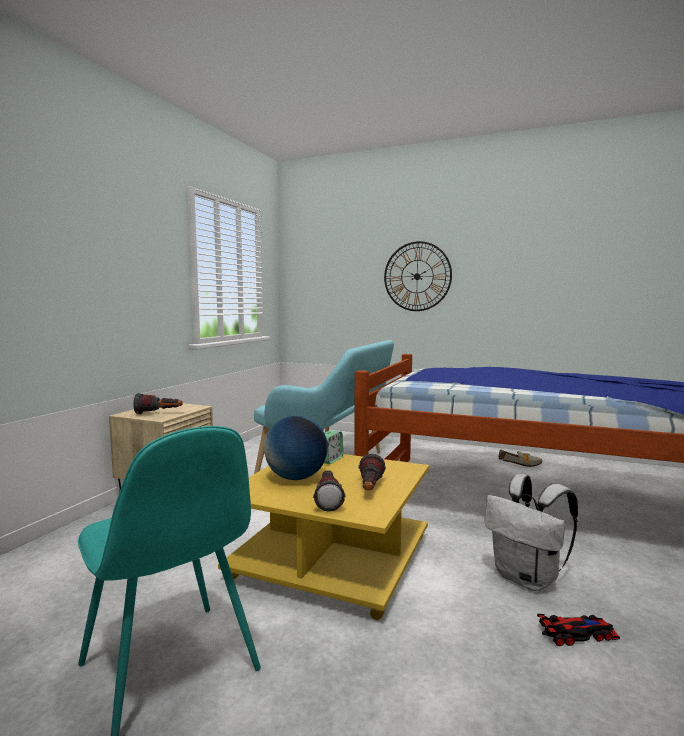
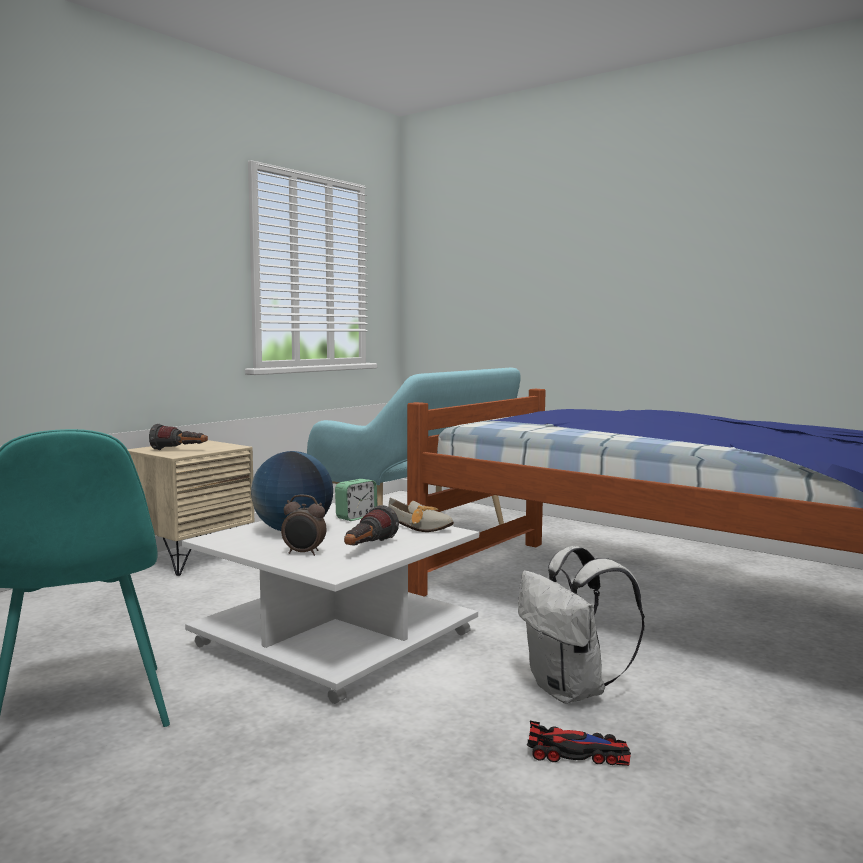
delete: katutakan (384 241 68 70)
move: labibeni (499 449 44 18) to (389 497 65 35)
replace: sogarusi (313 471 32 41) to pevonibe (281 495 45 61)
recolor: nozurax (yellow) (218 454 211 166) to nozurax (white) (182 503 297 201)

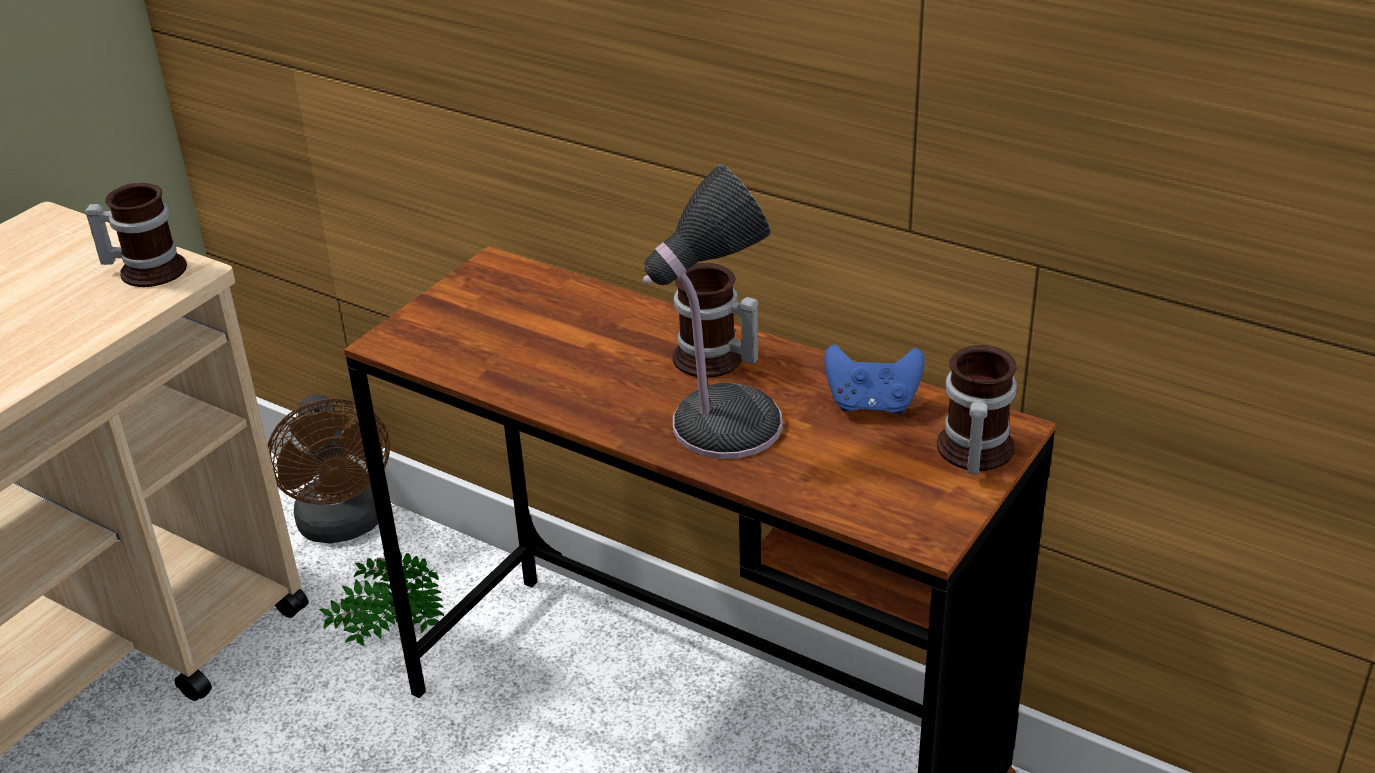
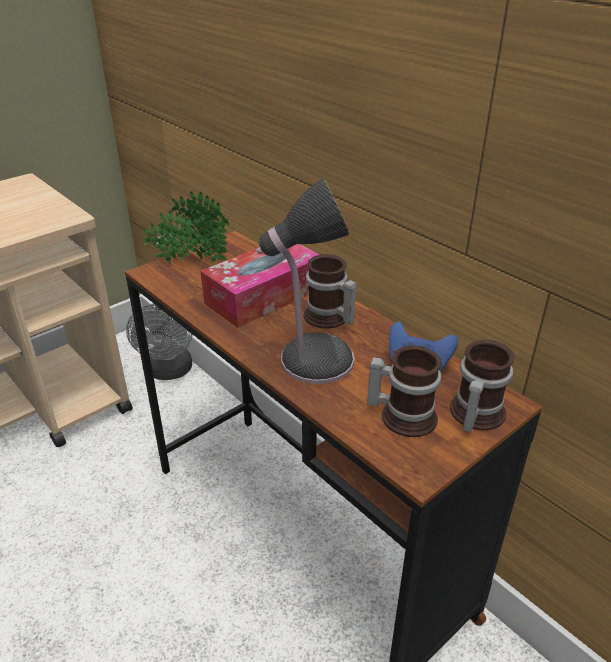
insert: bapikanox (200 244 120 84)
move: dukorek (85 183 102 104) to (367 345 75 92); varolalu (319 552 125 94) to (142 192 87 72)
recolor: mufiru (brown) (268 394 122 150) to mufiru (grey) (126 304 66 76)

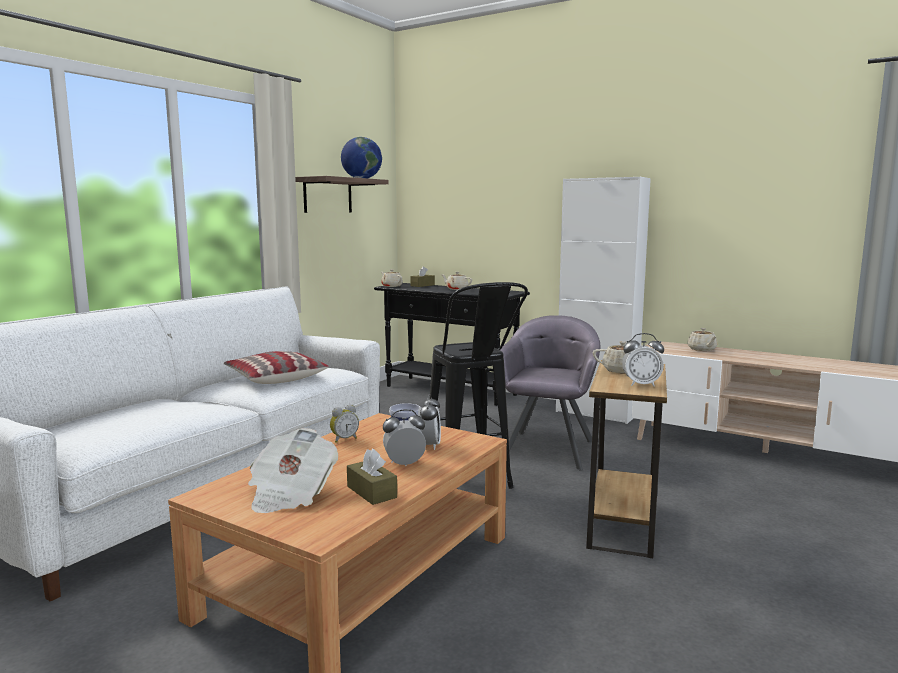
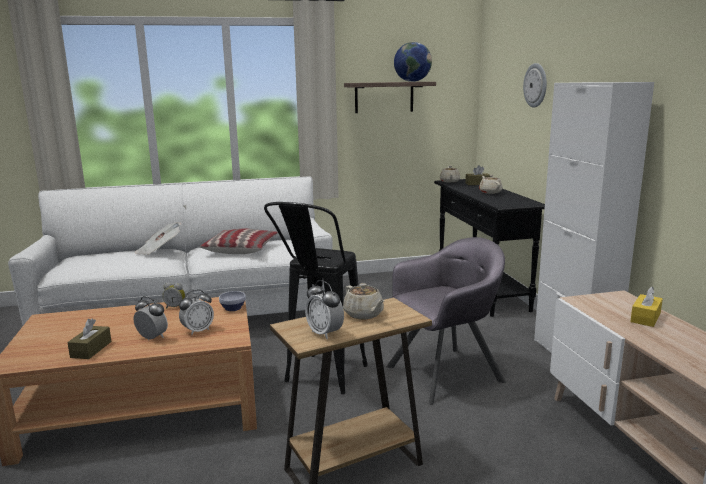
insert: katutakan (523 63 24 45)
move: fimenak (248 428 90 85) to (135 222 46 33)
replace: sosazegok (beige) (687 328 30 23) to bapikanox (yellow) (630 287 33 40)

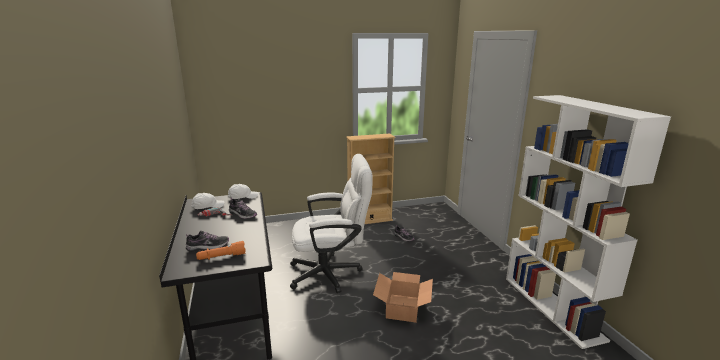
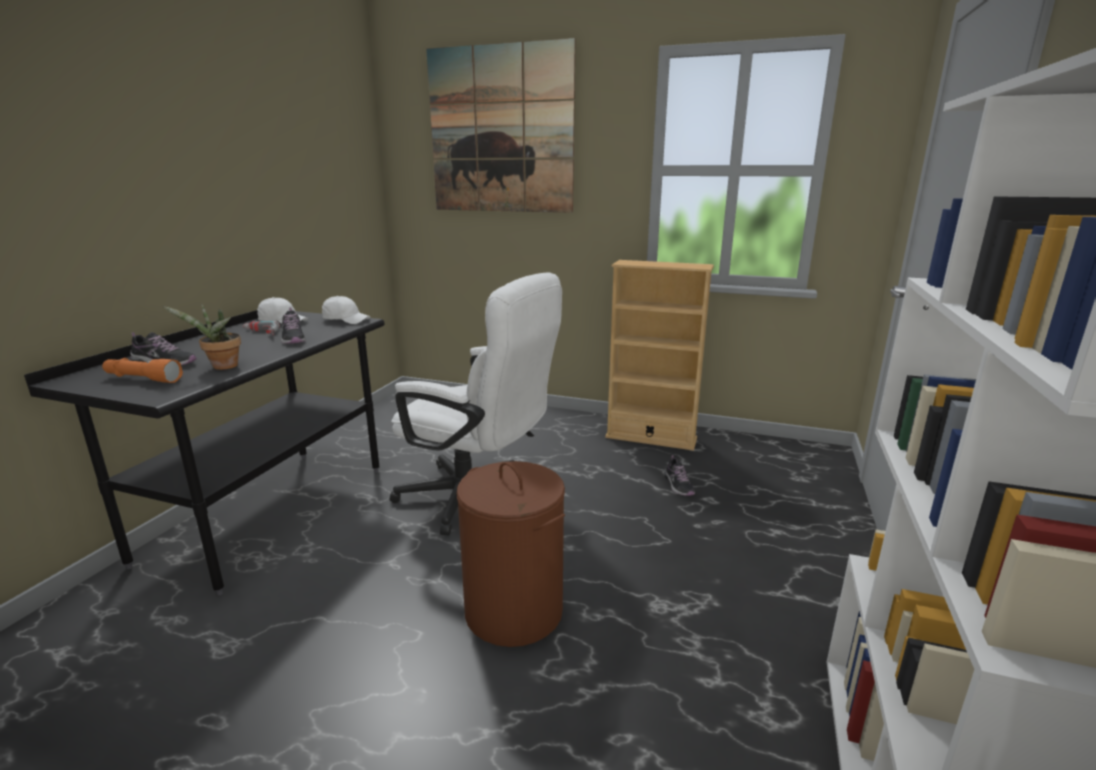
insert: varolalu (162 304 79 66); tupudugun (426 38 150 175)
replace: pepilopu (373 272 60 51) to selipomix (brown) (457 461 108 186)

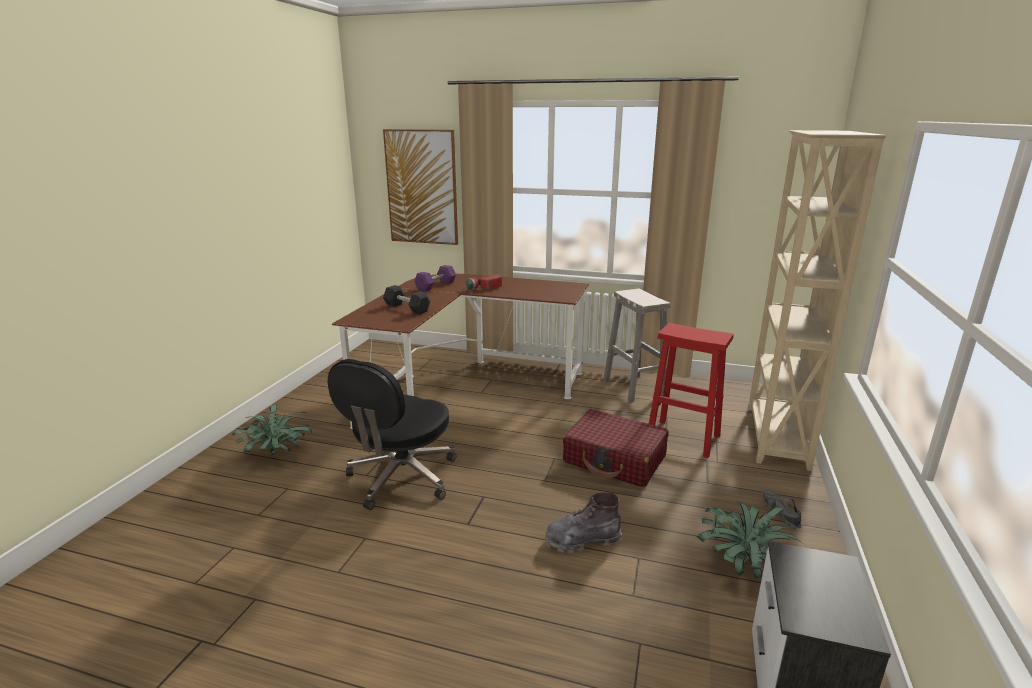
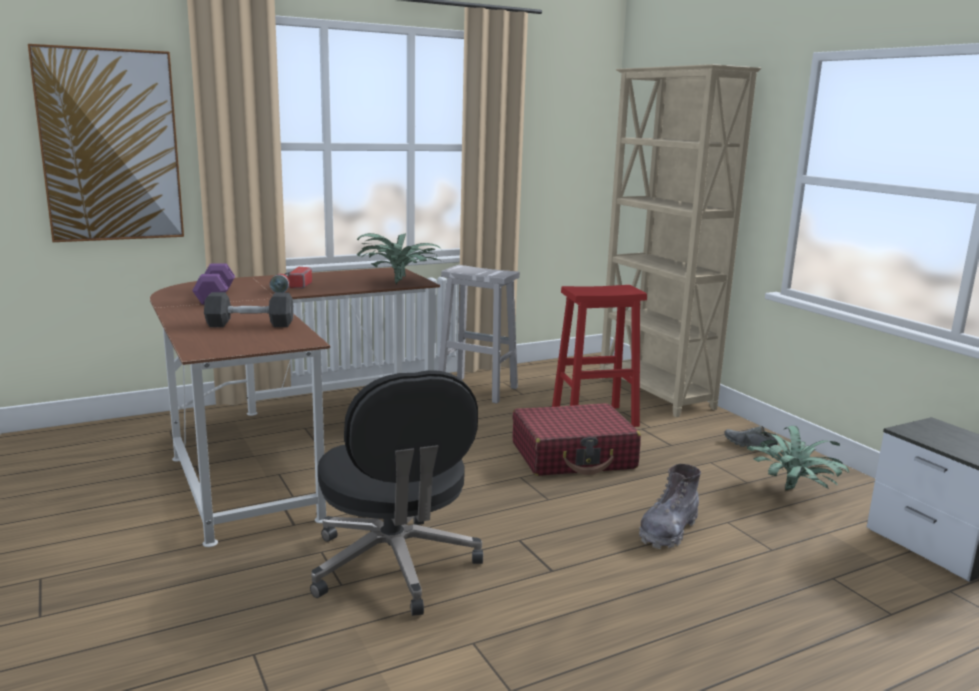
move: varolalu (232 404 80 51) to (357 233 84 51)

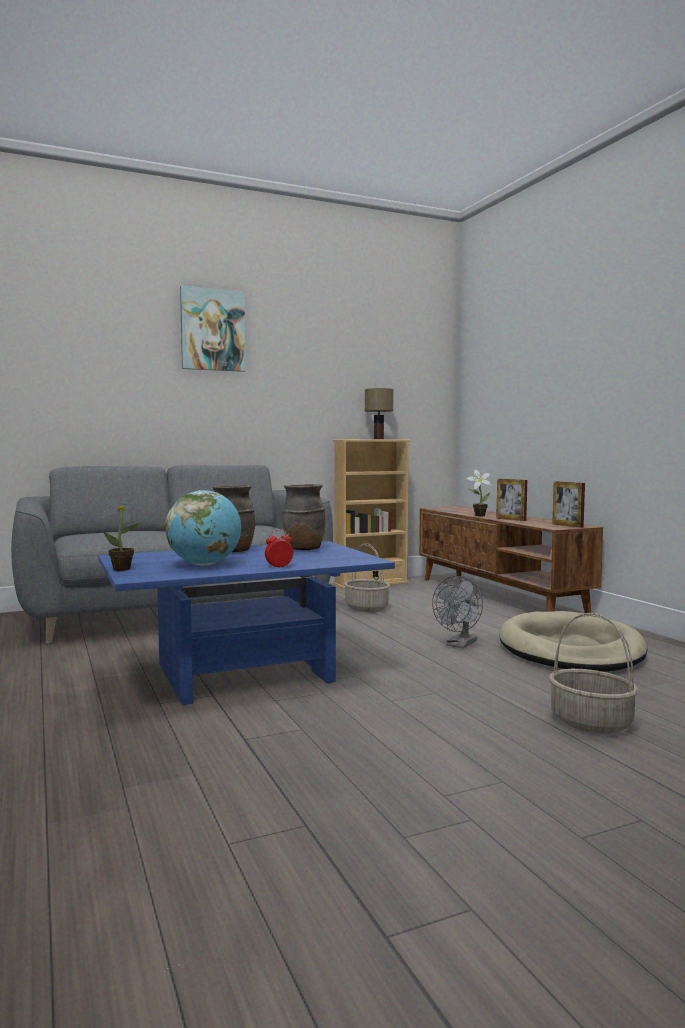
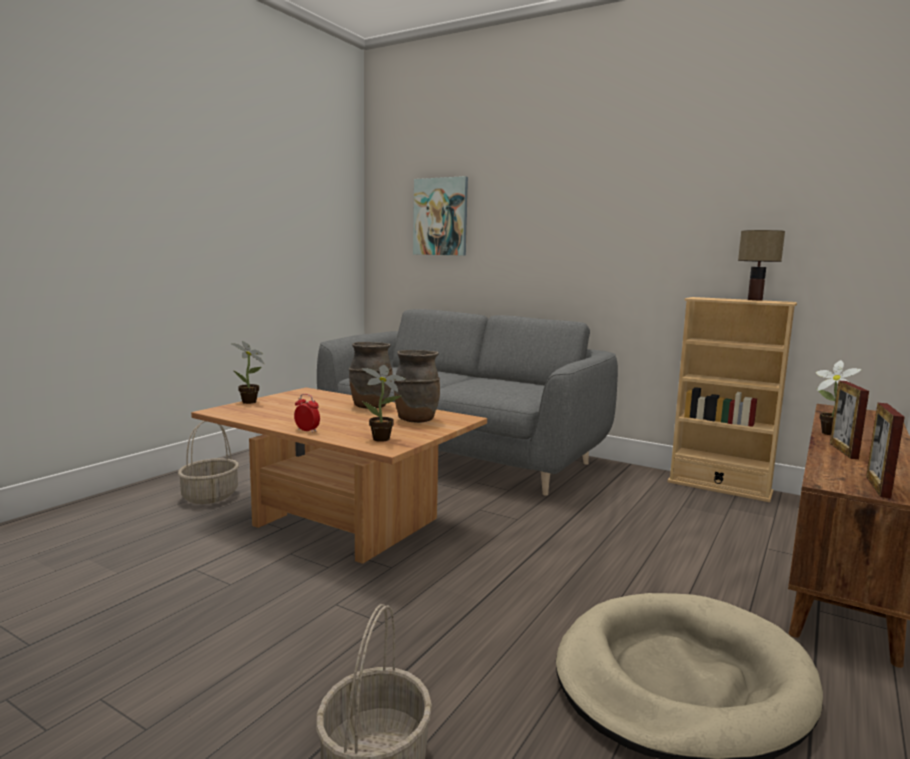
delete: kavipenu (165 490 76 75); mufiru (grey) (432 576 51 72)
insert: varolalu (362 365 43 77)
move: tupudugun (180 286 66 86) to (413 176 55 80); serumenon (344 543 46 69) to (178 421 61 83)
recolor: nozurax (blue) (98 541 297 164) to nozurax (brown) (191 387 296 177)

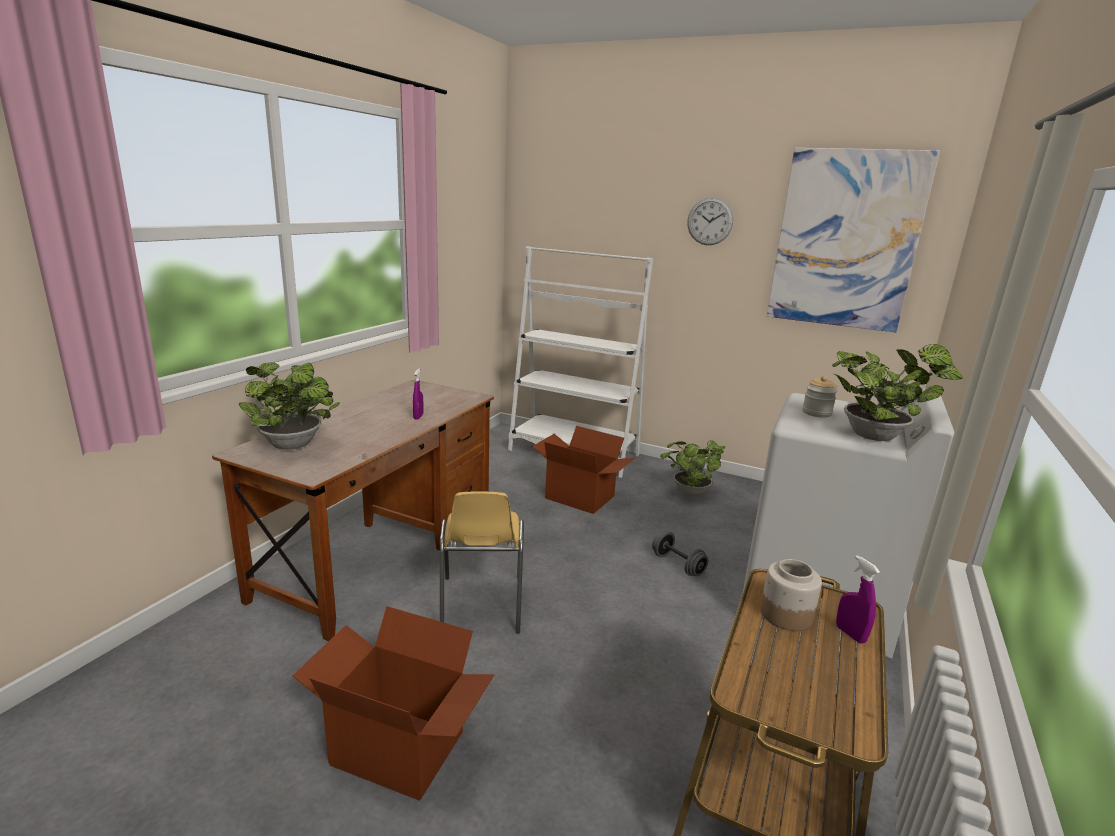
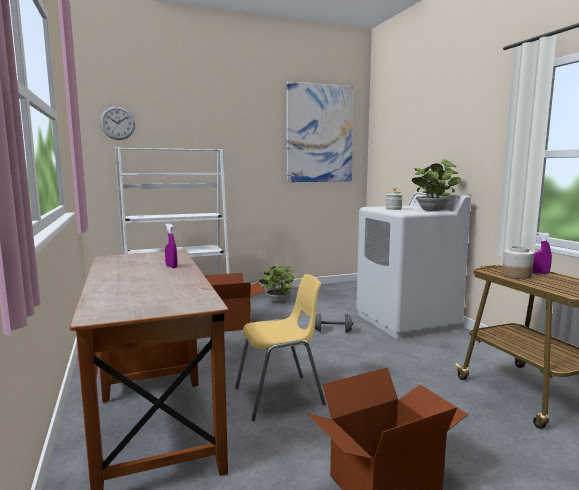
delete: varolalu (239 362 101 88)
move: katutakan (687 197 46 48) to (100 106 35 34)
rotate: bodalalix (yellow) (440 491 84 143) = (235 274 91 147) 60 degrees counterclockwise

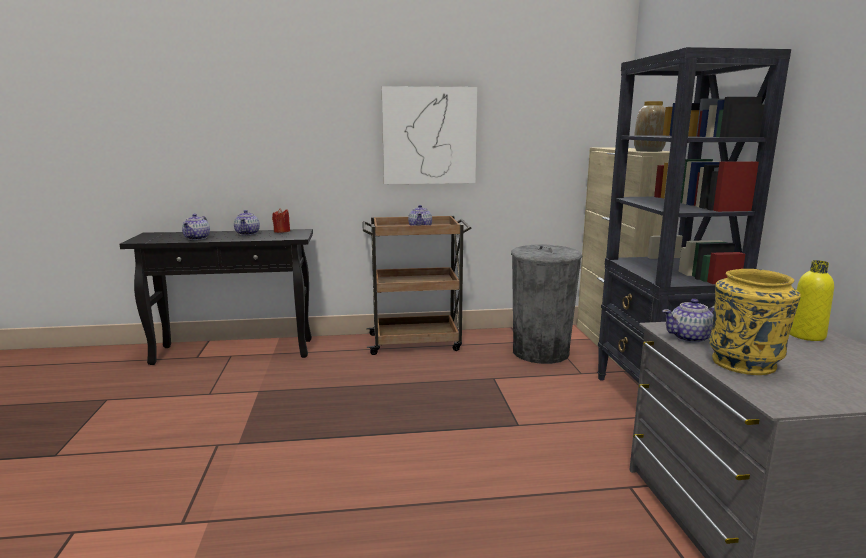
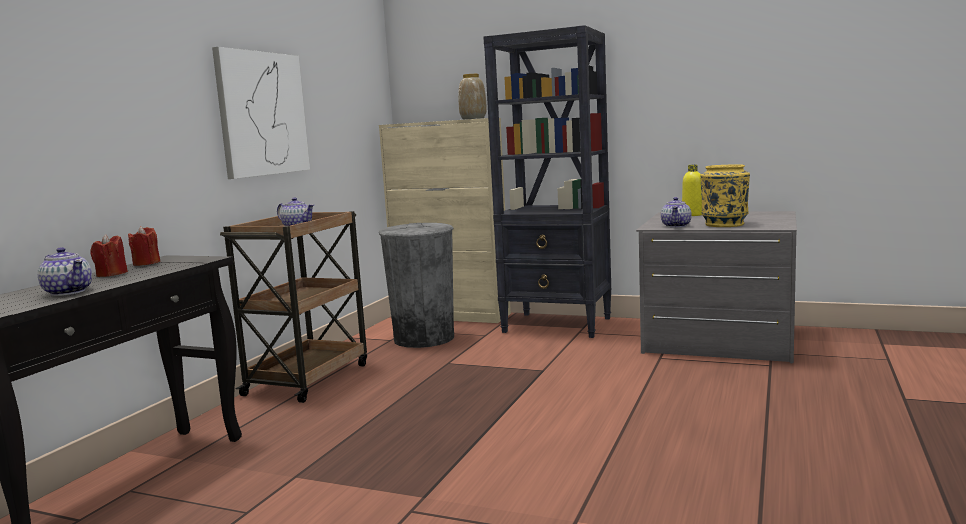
replace: sosazegok (234 210 26 25) to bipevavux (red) (90 234 38 43)

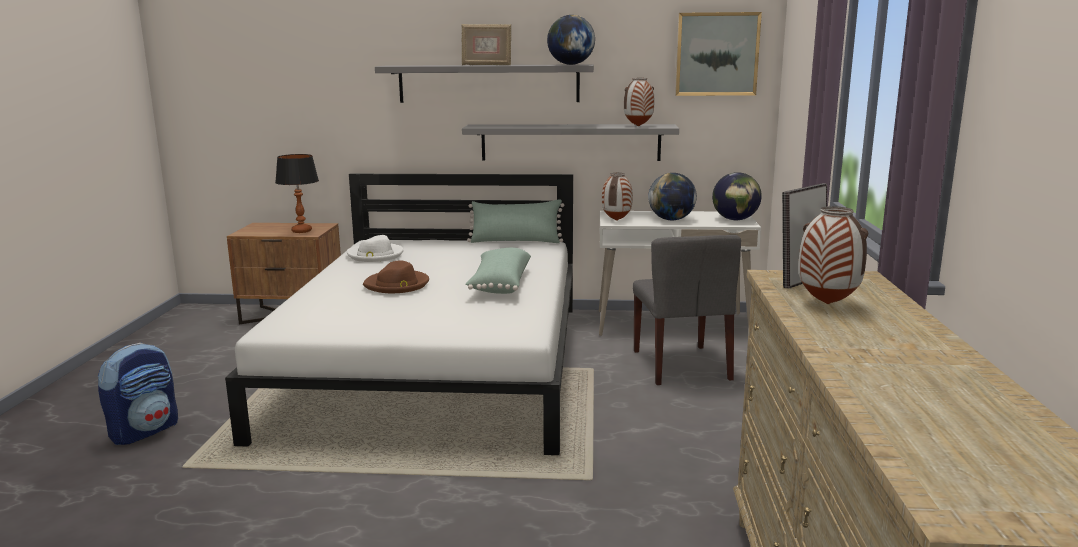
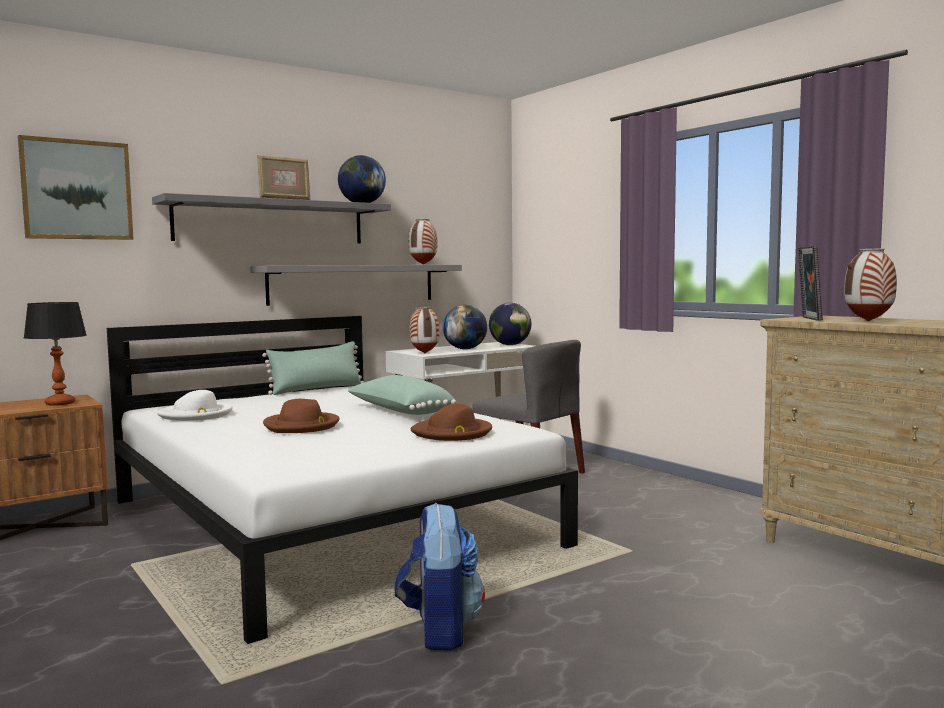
insert: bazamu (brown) (411 404 81 37)
move: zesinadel (98 343 80 102) to (394 503 91 148); tupudugun (675 12 87 84) to (18 135 116 105)

